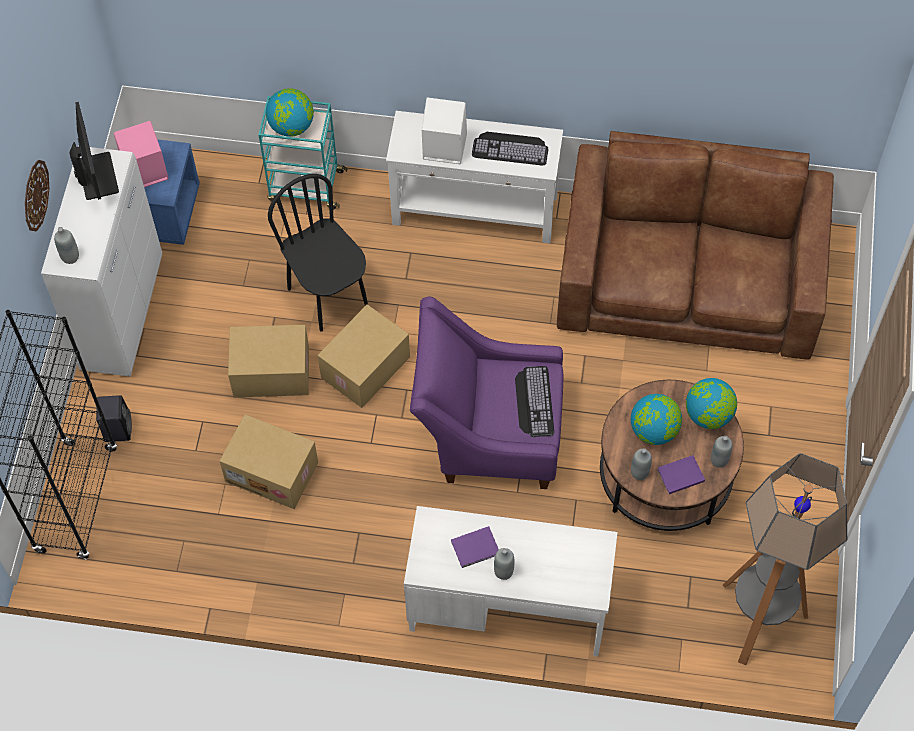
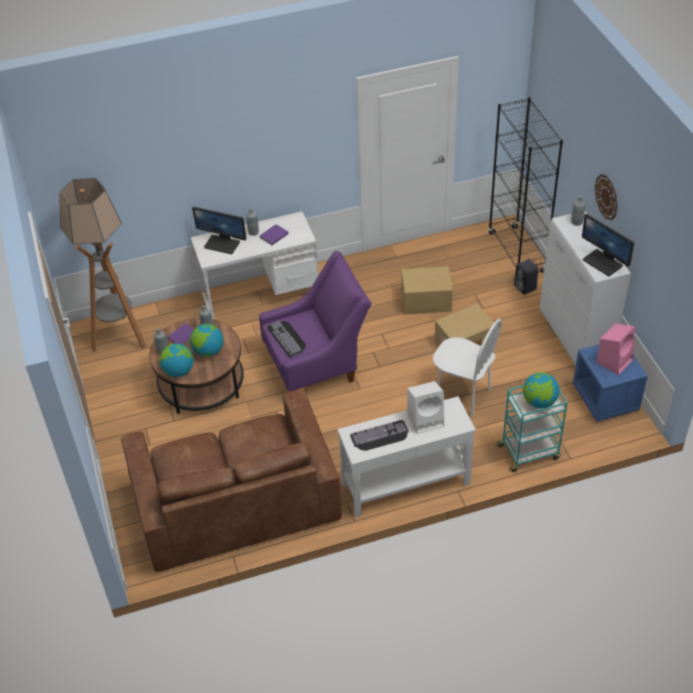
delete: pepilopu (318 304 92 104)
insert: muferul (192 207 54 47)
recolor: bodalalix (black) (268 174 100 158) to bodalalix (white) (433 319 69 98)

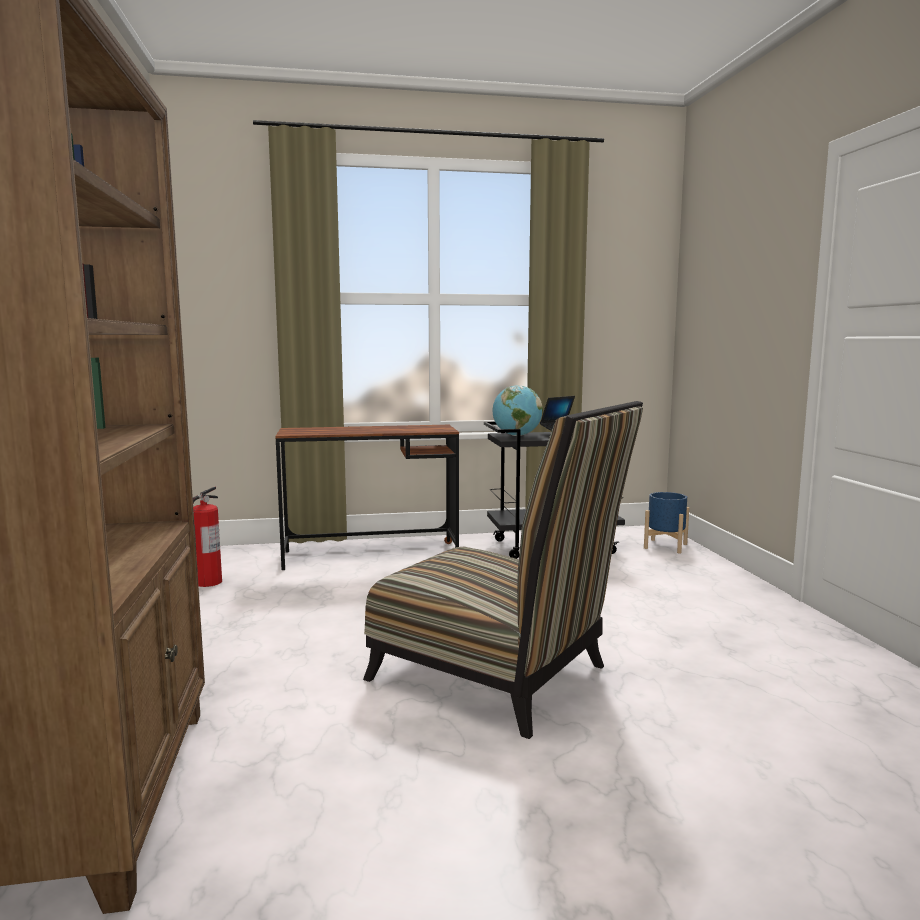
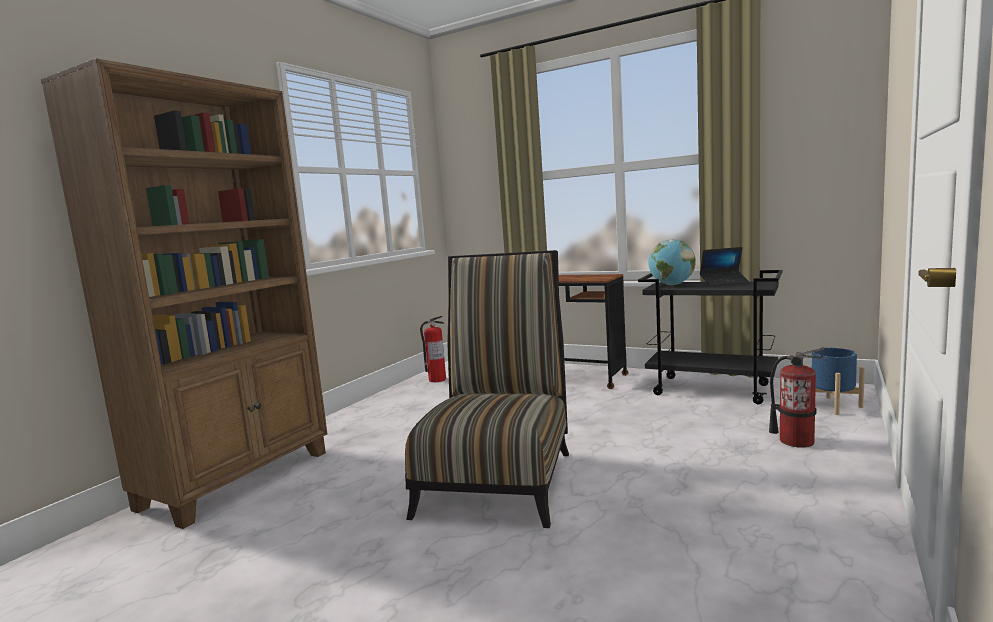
insert: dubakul (769 347 56 100)
rotate: bodalalix (363 401 280 338) = (405 250 164 278) 150 degrees counterclockwise

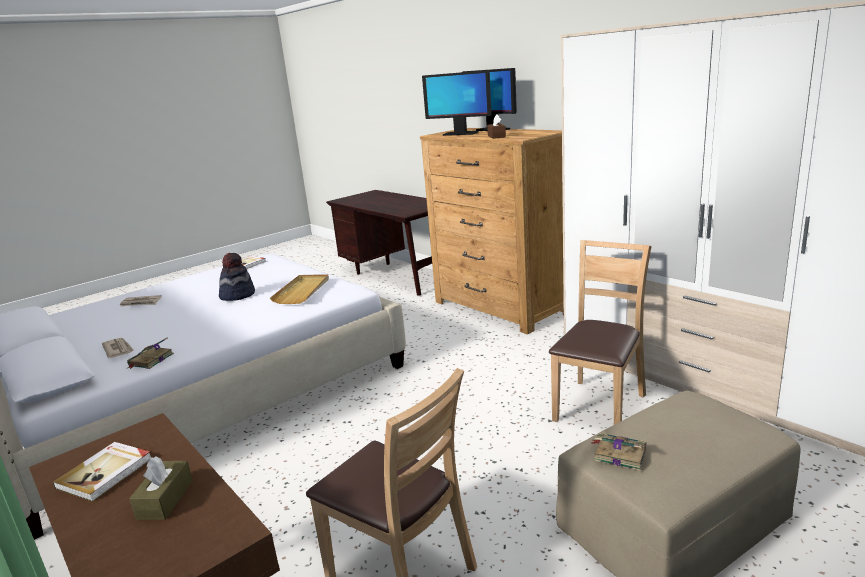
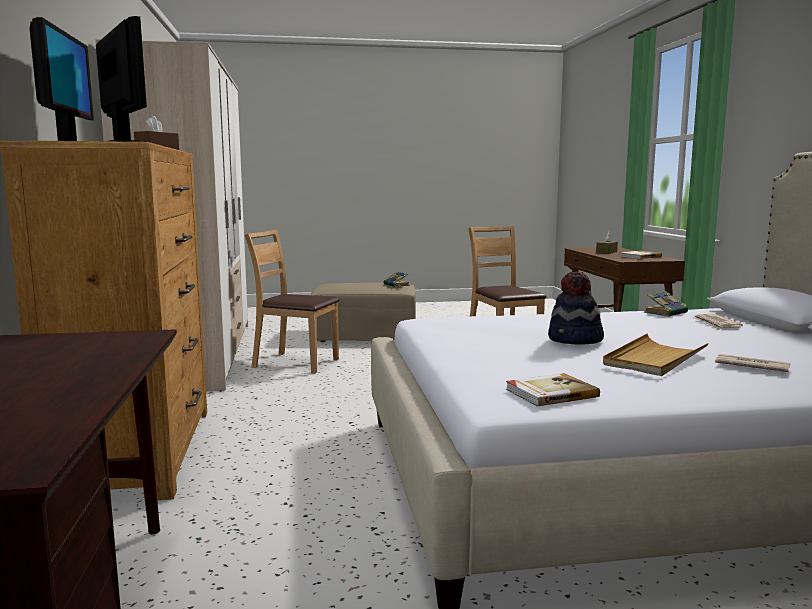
move: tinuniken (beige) (270 274 59 30) to (603 333 106 43)
rotate: bodalalix (brown) (549 240 103 185) = (244 230 96 144) 45 degrees clockwise

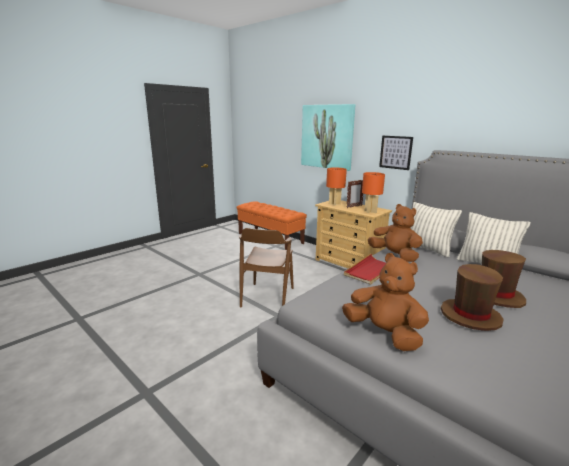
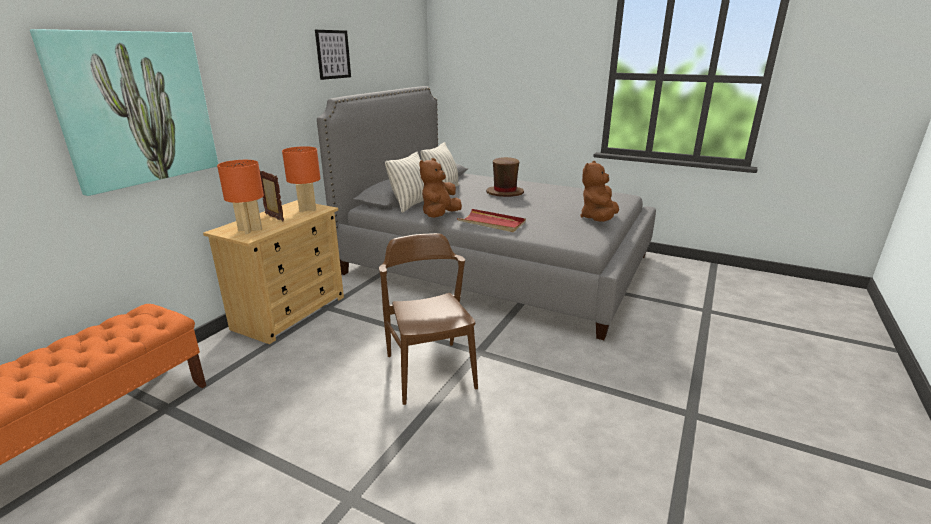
delete: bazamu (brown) (441 264 63 67)
move: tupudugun (379 136 34 34) to (315 30 36 50)
rotate: bodalalix (brown) (239 228 55 80) = (379 233 99 172) 105 degrees counterclockwise

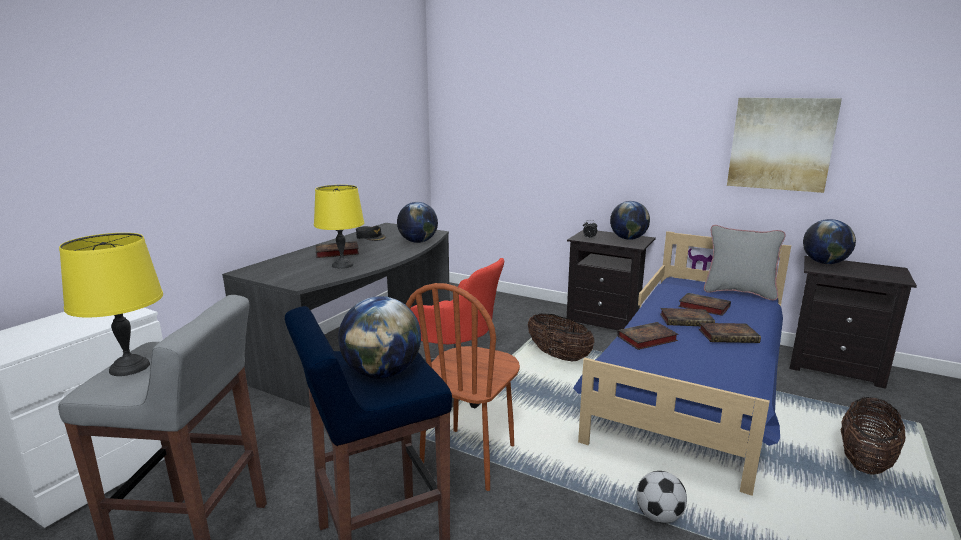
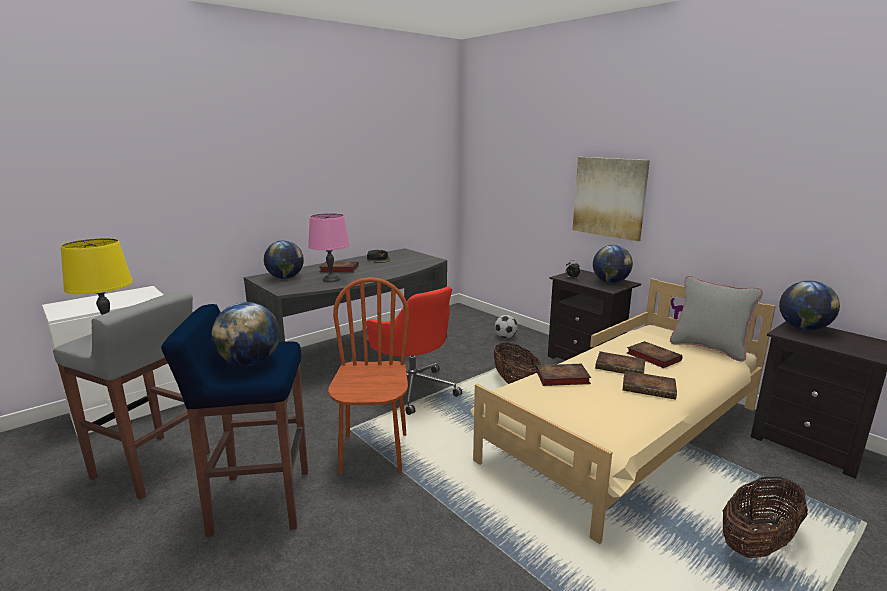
move: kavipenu (397 202 41 41) to (264 240 40 39); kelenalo (636 471 51 53) to (494 315 23 23); tupudugun (727 98 115 95) to (572 157 78 84)
recolor: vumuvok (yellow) (314 185 50 84) to vumuvok (pink) (308 213 42 69); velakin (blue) (573 231 218 265) to velakin (beige) (470 278 306 266)
rotate: bodalalix (brown) (406 283 114 208) = (328 277 82 197) 135 degrees clockwise

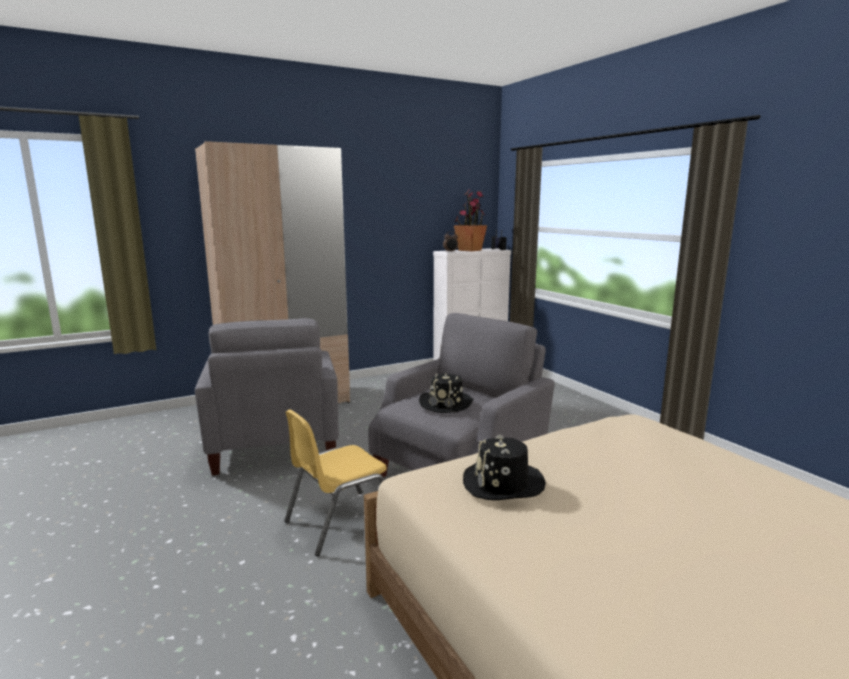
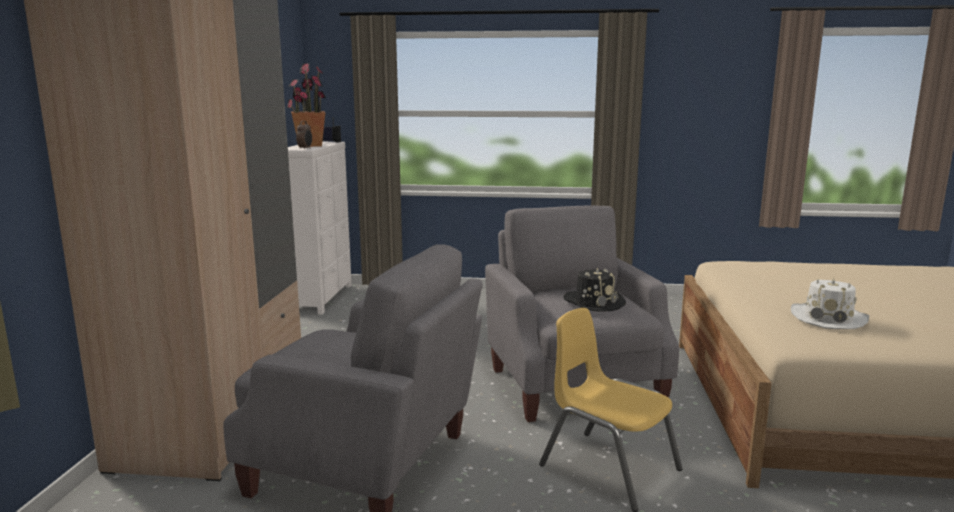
recolor: bazamu (black) (463 435 83 65) to bazamu (white) (791 278 78 51)
rotate: bodalalix (yellow) (285 410 102 146) = (539 308 144 204) 135 degrees clockwise

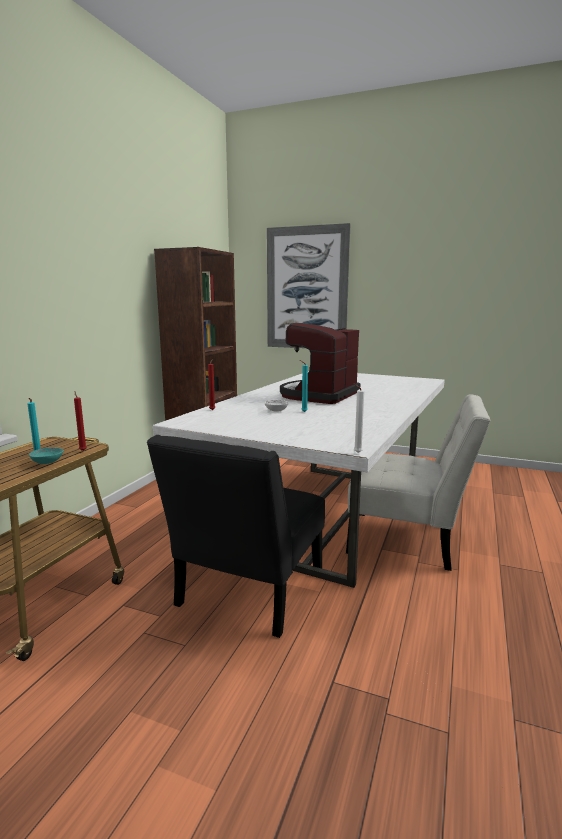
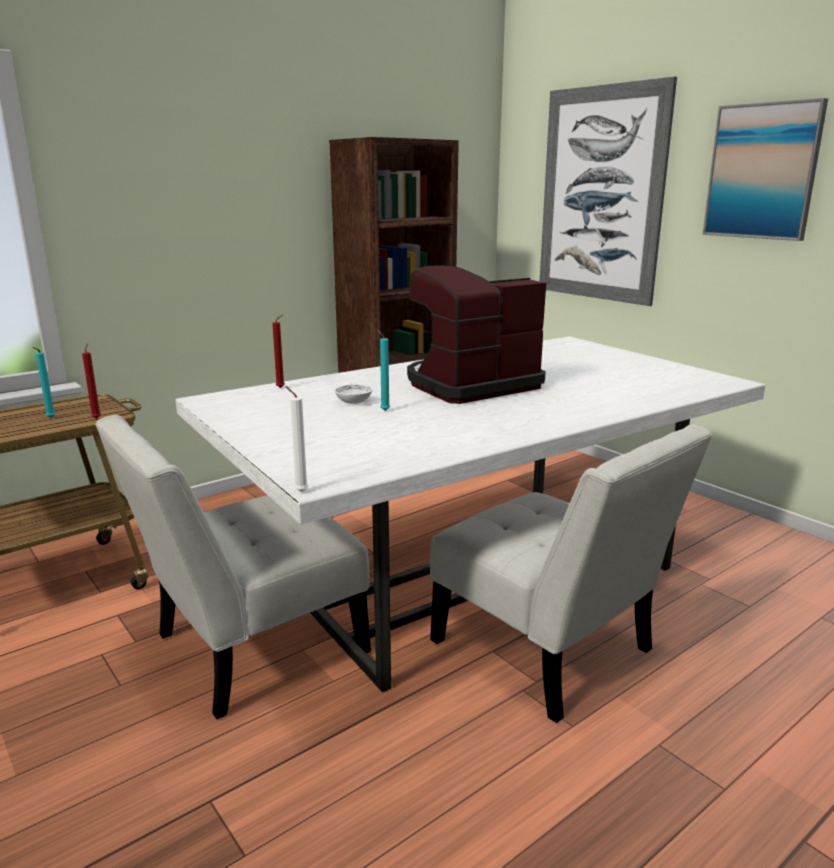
delete: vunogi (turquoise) (29 447 35 17)
insert: tupudugun (702 98 126 143)
recolor: bodalalix (black) (147 435 178 203) to bodalalix (white) (95 415 276 304)

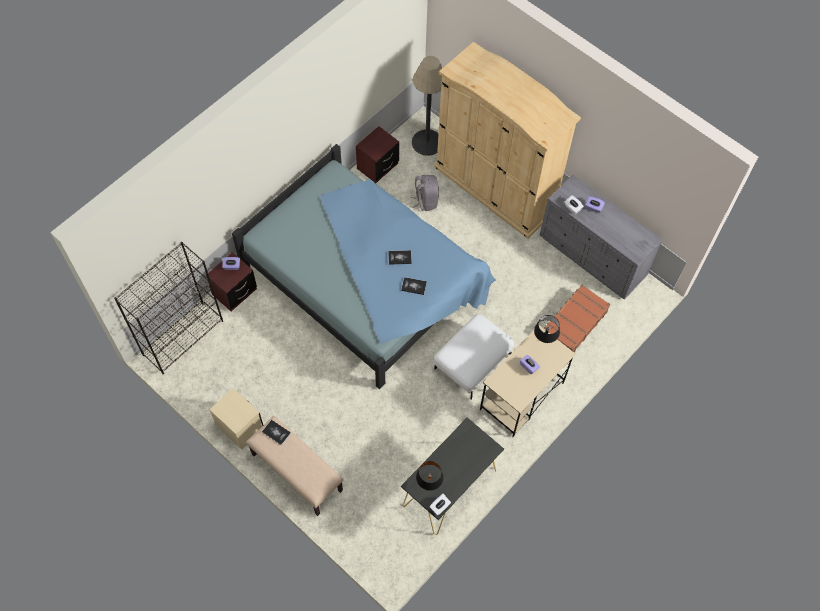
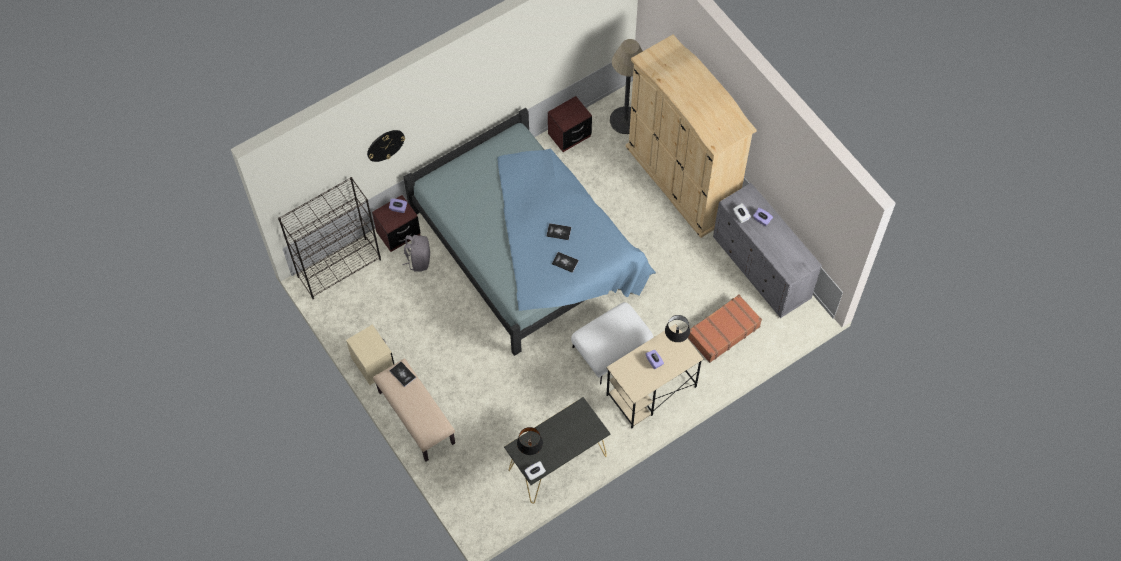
insert: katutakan (367 130 38 32)
move: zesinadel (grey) (410 175 29 36) to (402 235 28 37)

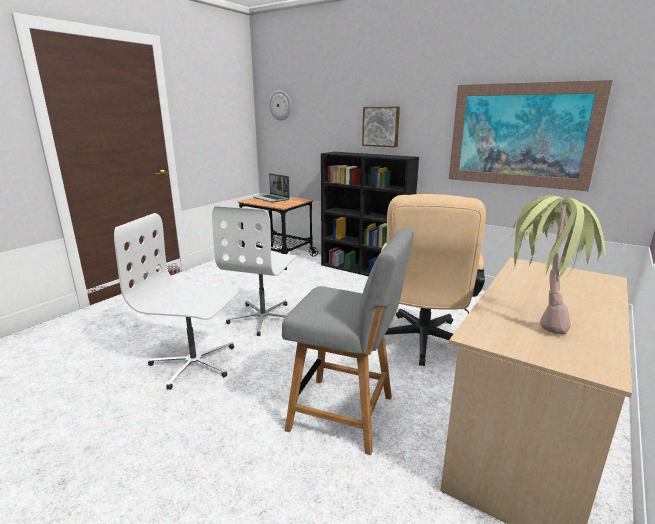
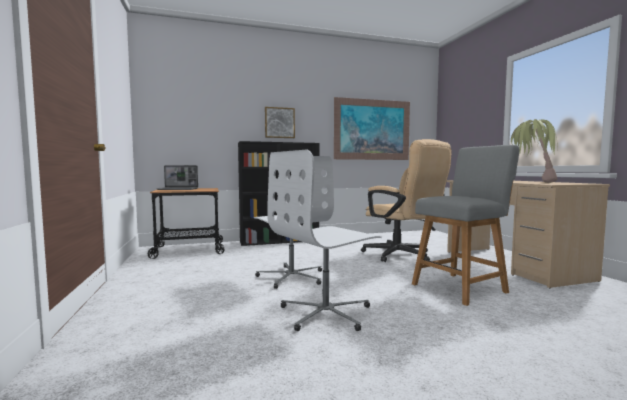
delete: katutakan (269 90 22 31)

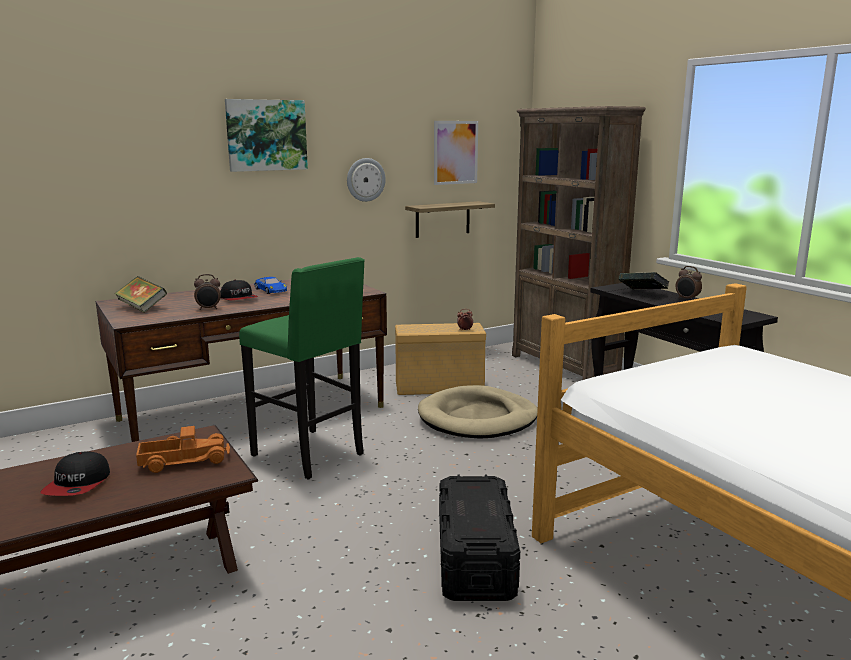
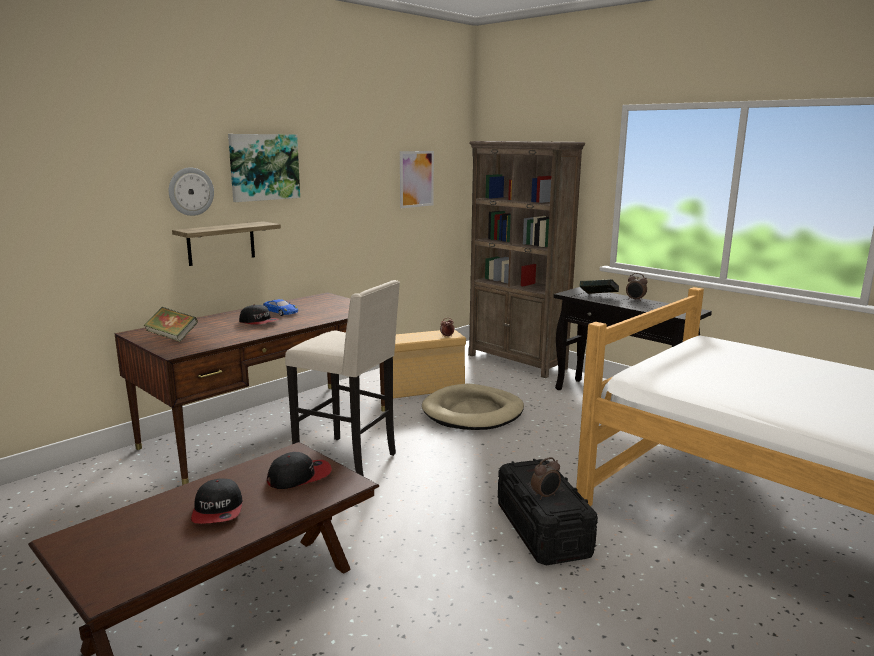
move: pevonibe (194 274 27 36) to (531 457 30 43); katutakan (347 158 39 44) to (169 167 45 49); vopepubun (405 201 90 37) to (172 221 109 45)
replace: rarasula (136 426 94 47) to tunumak (267 452 65 37)
recolor: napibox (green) (239 257 126 223) to napibox (beige) (285 280 115 196)

